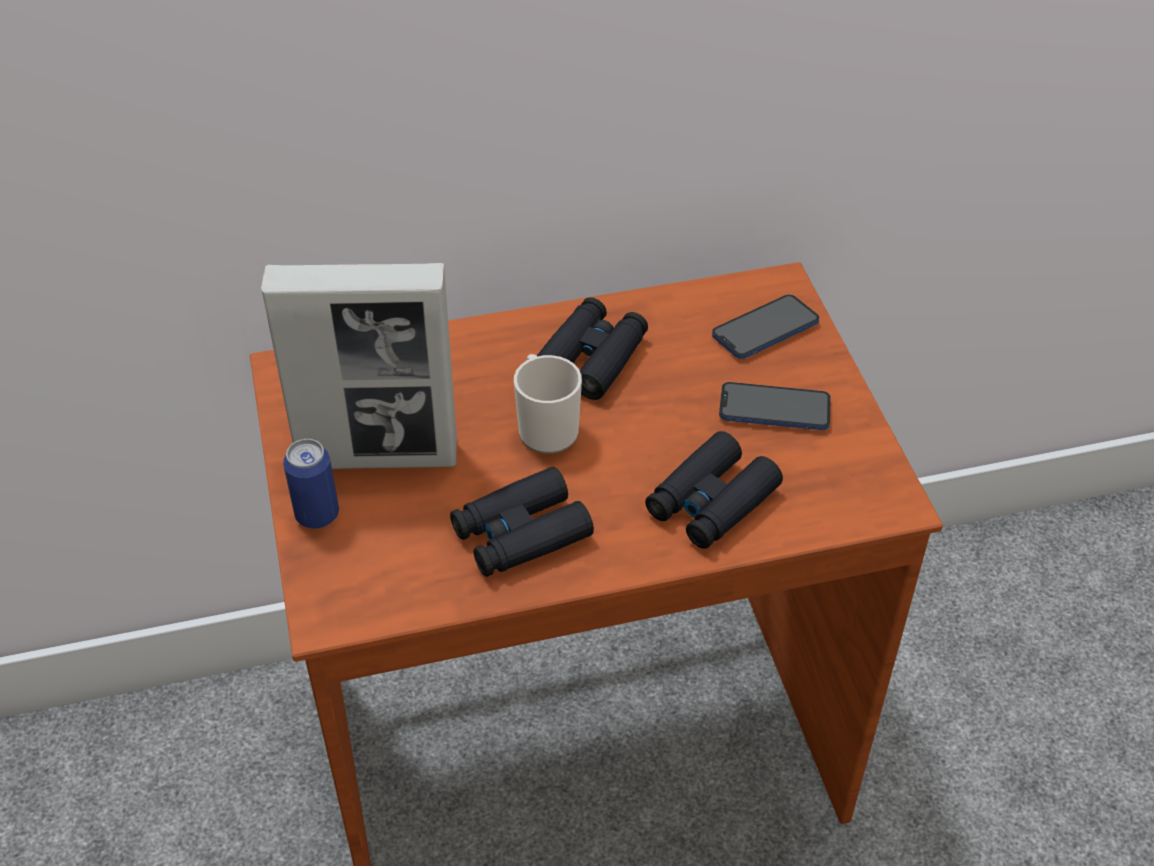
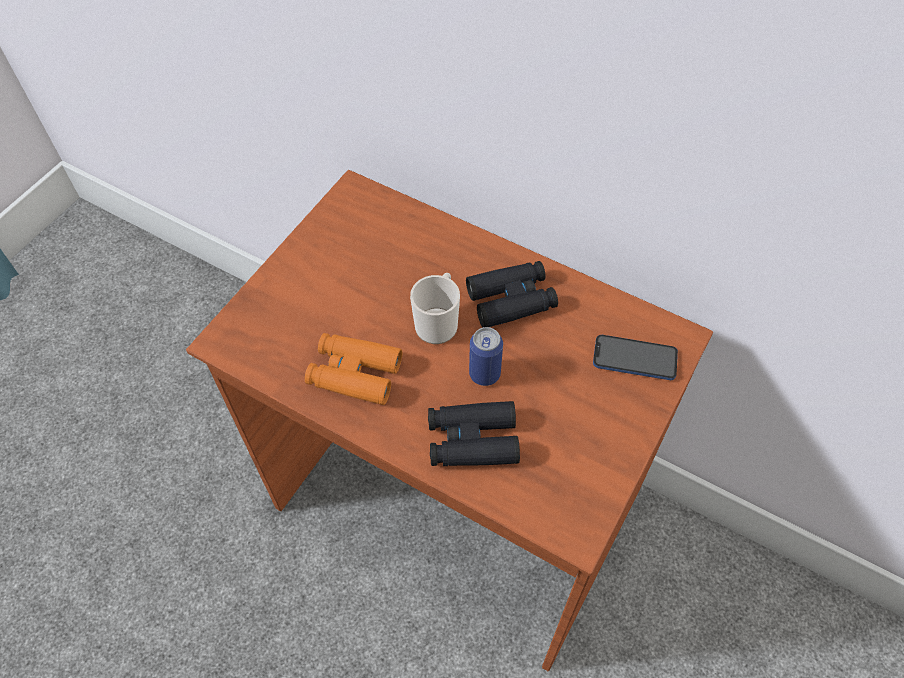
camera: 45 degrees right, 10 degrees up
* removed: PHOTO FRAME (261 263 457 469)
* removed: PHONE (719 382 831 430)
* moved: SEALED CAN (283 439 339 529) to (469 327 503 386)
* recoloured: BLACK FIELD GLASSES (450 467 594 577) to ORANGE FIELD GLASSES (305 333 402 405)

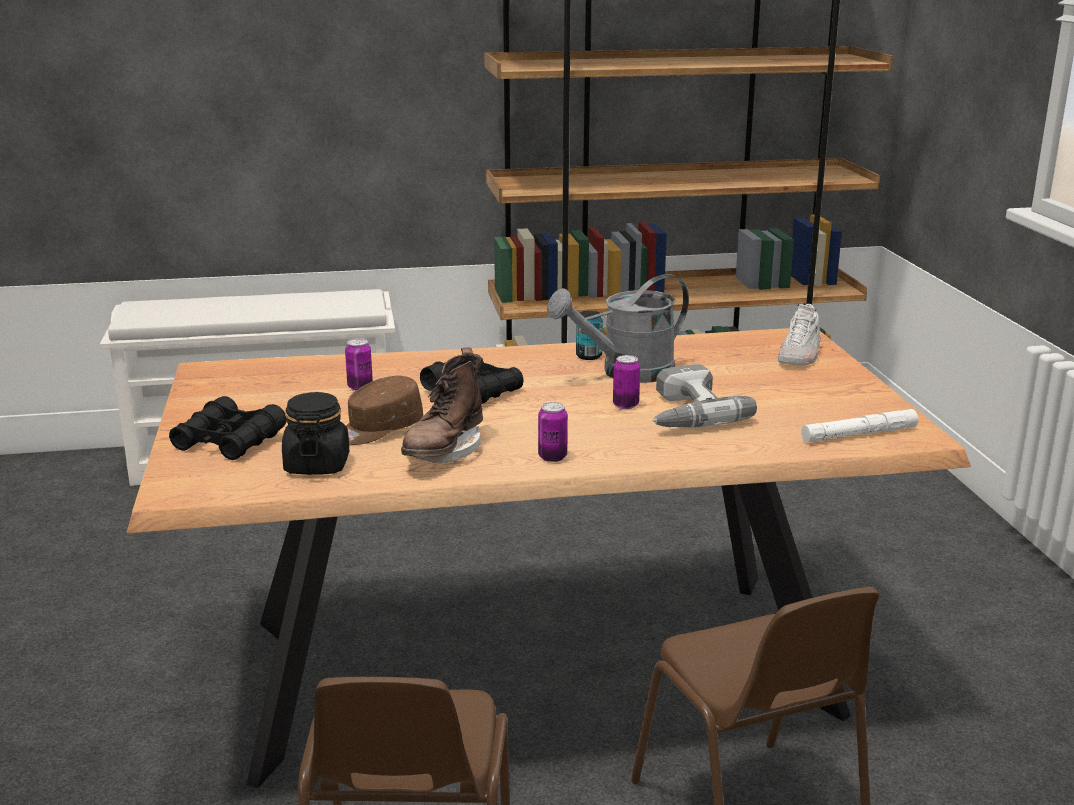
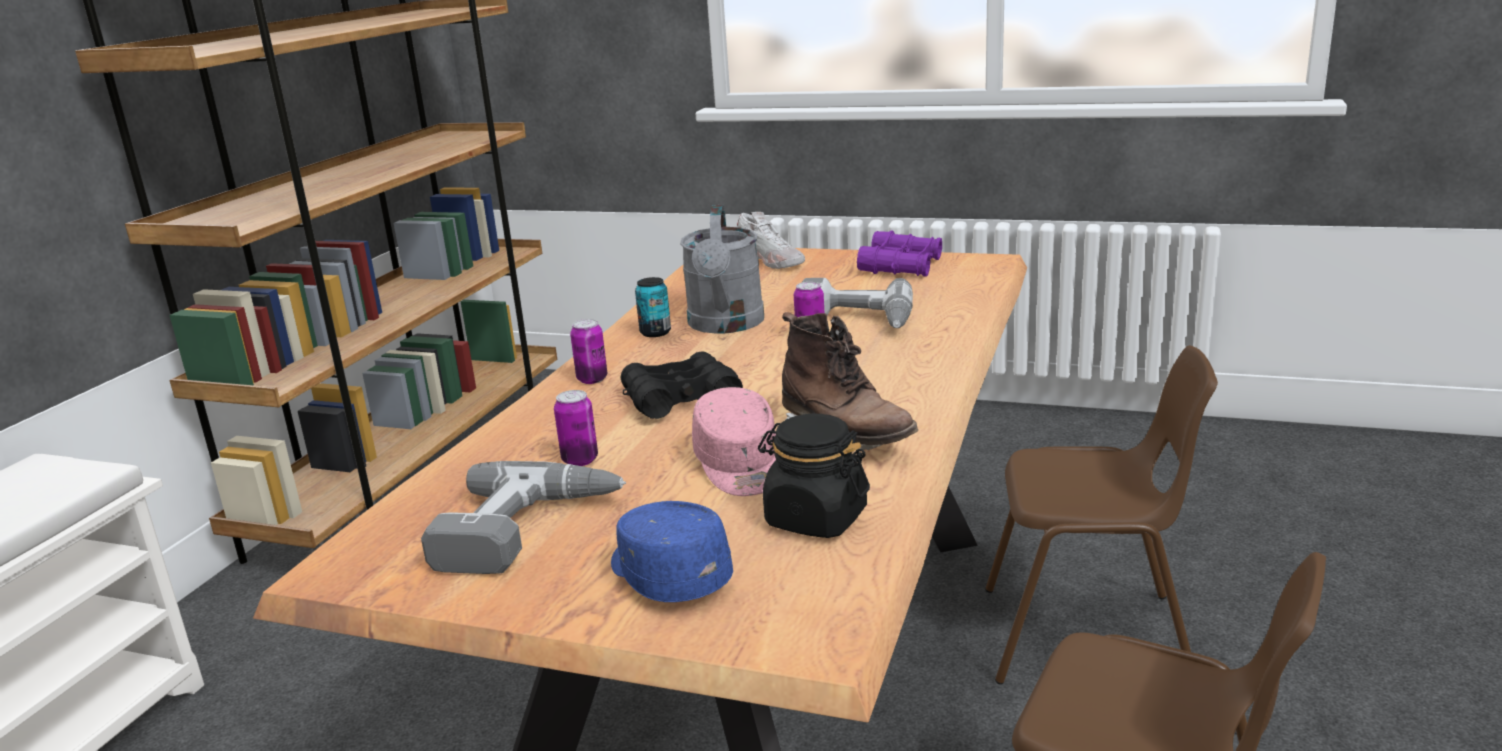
camera: 60 degrees left, 0 degrees up
* recoloured: BROWNISH BASEBALL CAP (346 376 423 445) to PINK BASEBALL CAP (692 387 776 496)
* replaced: BLACK FIELD GLASSES (169 396 287 460) to BLUE-COLOURED BASEBALL CAP (611 501 733 602)
* moved: SEALED CAN (538 402 568 462) to (570 319 607 384)
* removed: WHITE-COLOURED HAND TORCH (801 409 918 443)
* added: PURPLE FIELD GLASSES (857 230 942 277)
* added: POWER DRILL (421 461 626 574)

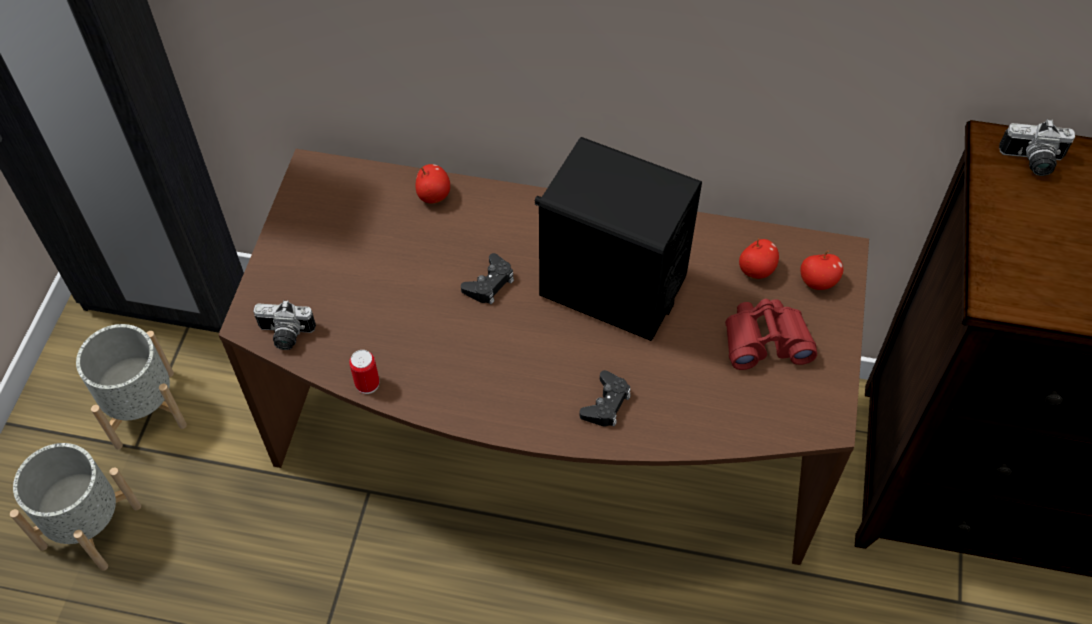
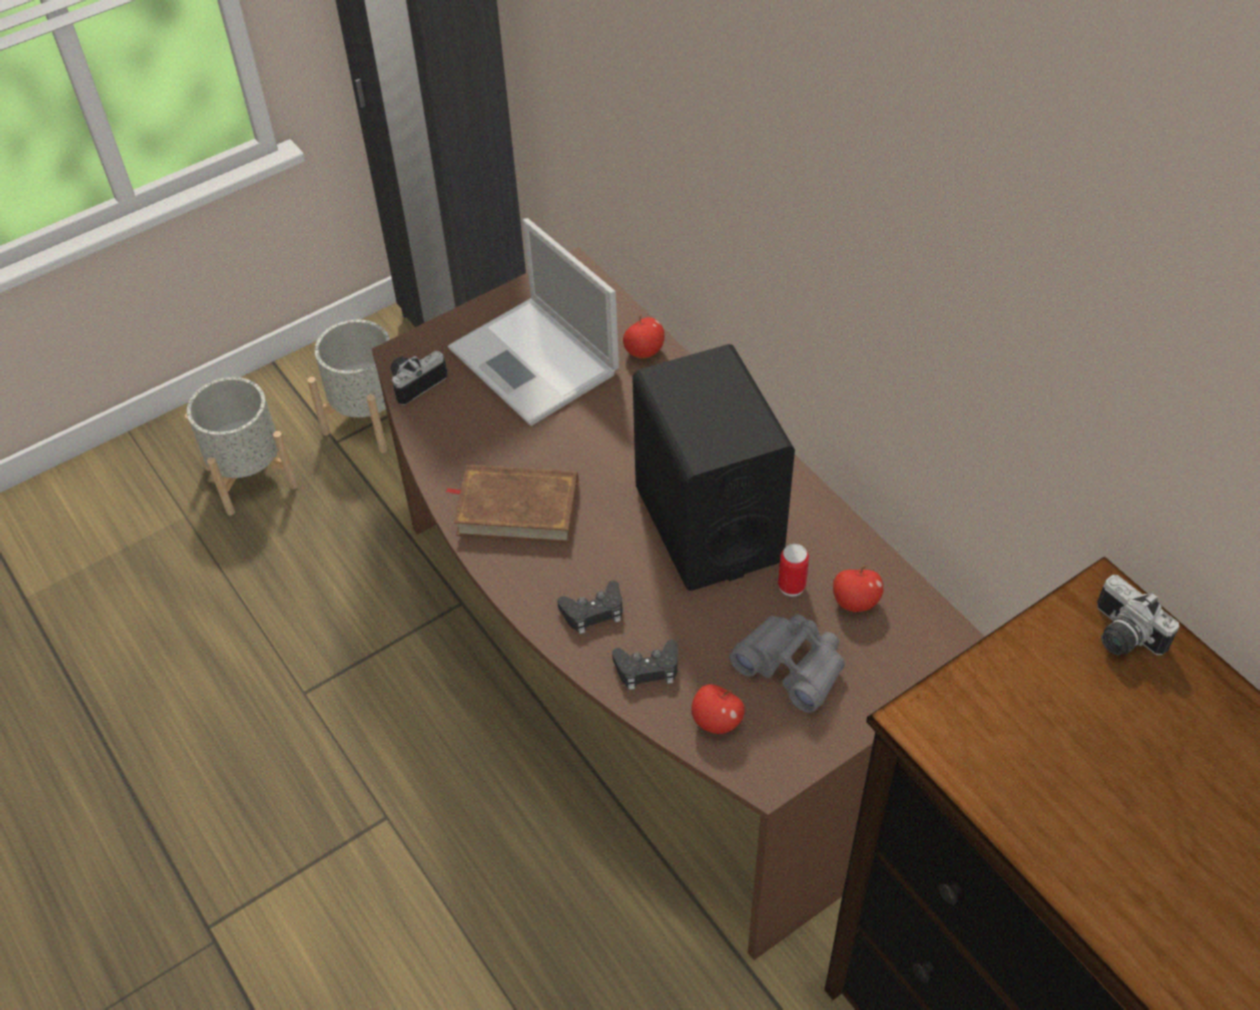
camera: 45 degrees right, 5 degrees down
* moved: APPLE FRUIT (800 251 843 290) to (691 684 745 734)
* moved: BLACK GAME CONTROLLER (461 253 514 304) to (612 640 678 690)
* recoloured: REDDISH FIELD GLASSES (725 299 817 370) to GRAY FIELD GLASSES (729 614 845 713)
* turned: STILL CAMERA (253 300 316 350) = (391 351 448 405) 90 degrees clockwise
* moved: SEALED CAN (349 350 379 394) to (778 544 809 597)
* added: PORTABLE COMPUTER (448 218 619 426)
* added: BROWNISH VOLUME (445 465 579 543)

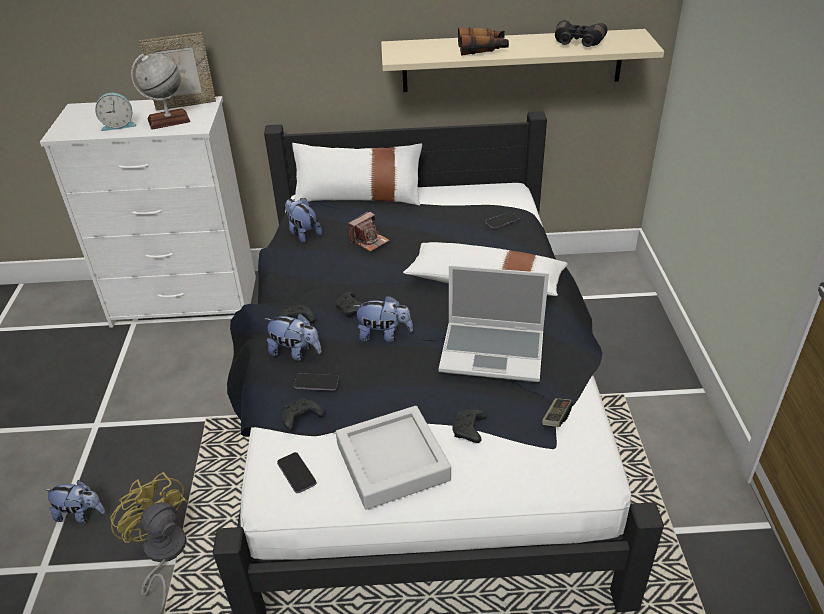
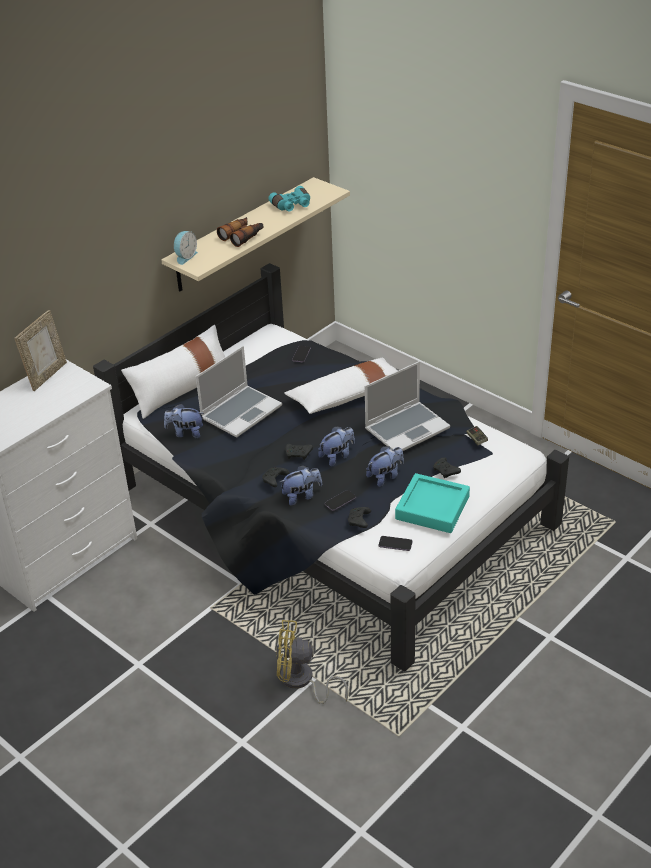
camera: 45 degrees left, 0 degrees up
* recoloured: BLACK FIELD GLASSES (555 20 607 47) to BLUE-GREEN FIELD GLASSES (268 186 310 211)
* removed: WORLD GLOBE (131 53 191 130)
* moved: BEDSIDE CLOCK (95 93 137 131) to (174 231 198 265)
* replaced: STILL CAMERA (348 211 390 252) to PORTABLE COMPUTER (196 346 282 438)
* recoloured: GRAY SERVING TRAY (336 406 451 510) to BLUE-GREEN SERVING TRAY (395 473 470 533)
* moved: PLUSH TOY (44 480 105 523) to (366 446 404 487)

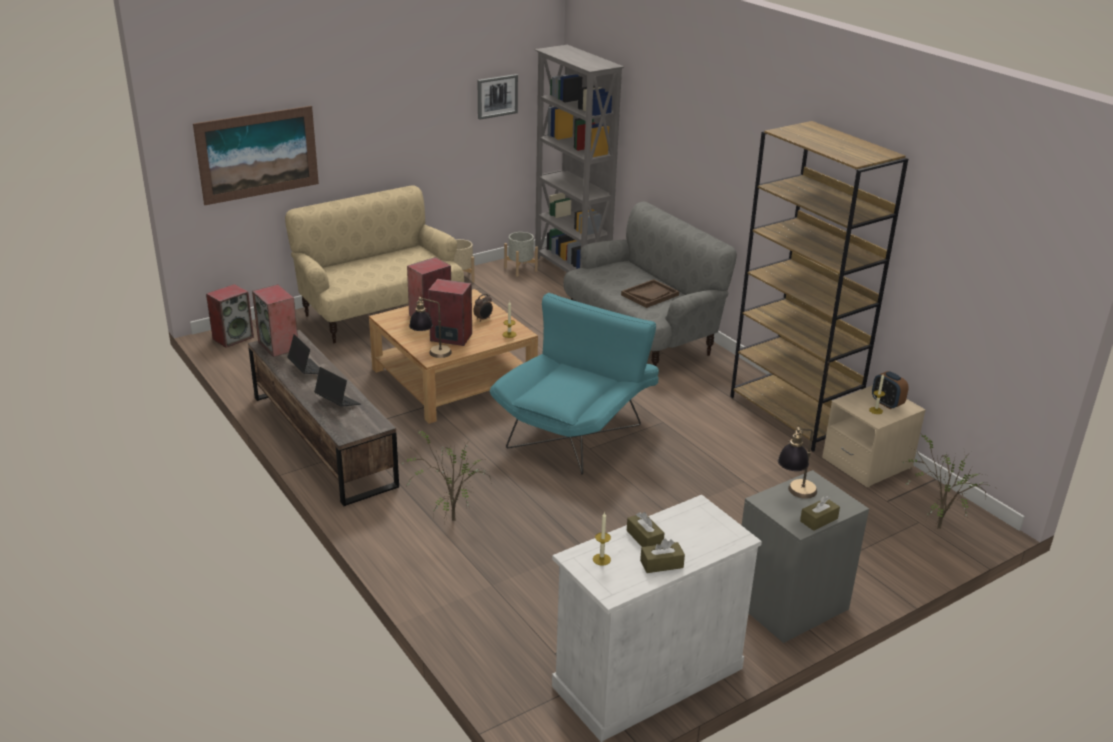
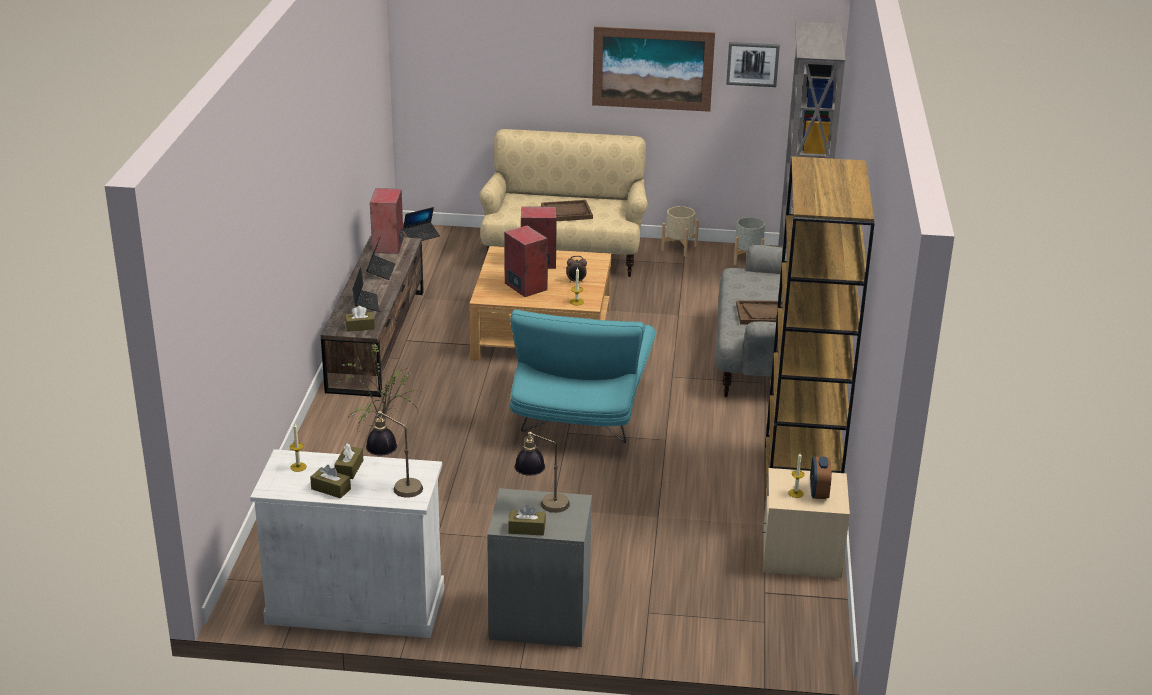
camera: 40 degrees right, 0 degrees up
* moved: WALL ART (193 106 319 205) to (592 26 715 112)
* replaced: SPEAKER (206 284 254 348) to PORTABLE COMPUTER (403 207 440 241)
* turned: BLUE-GREEN EASY CHAIR (490 293 659 475) = (510 309 656 443) 120 degrees clockwise
* moved: TABLE LAMP (409 297 452 358) to (366 411 423 498)
* removed: POTTED PLANT (903 433 993 529)
* added: BROWNISH SERVING TRAY (541 200 593 221)
* added: BROWNISH BOX OF TISSUES (345 306 375 332)

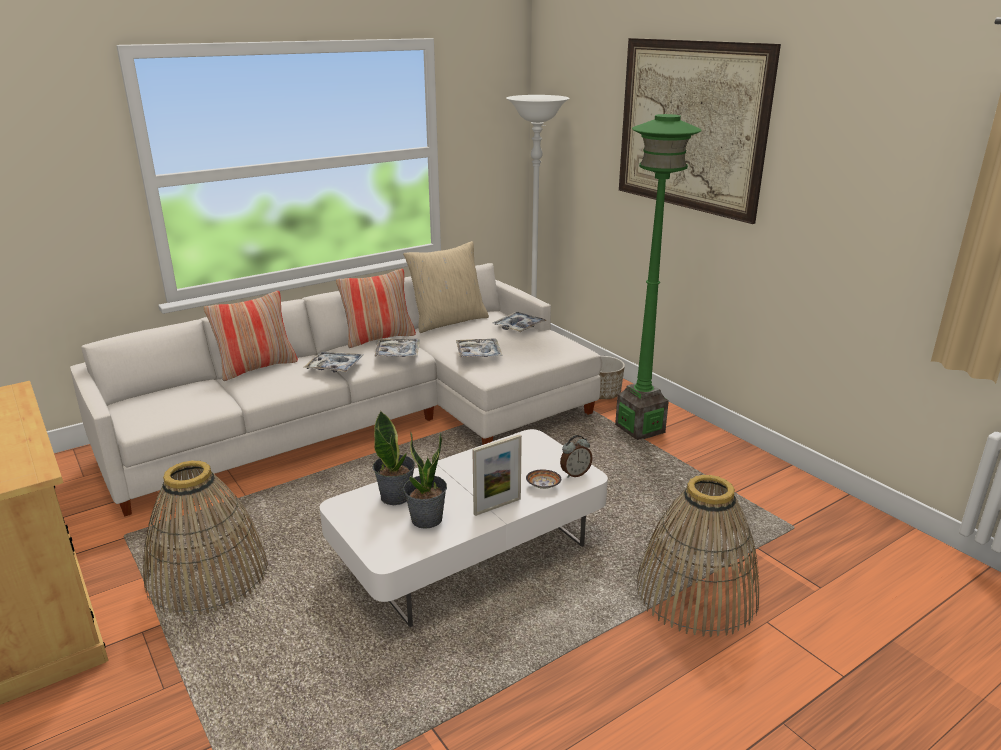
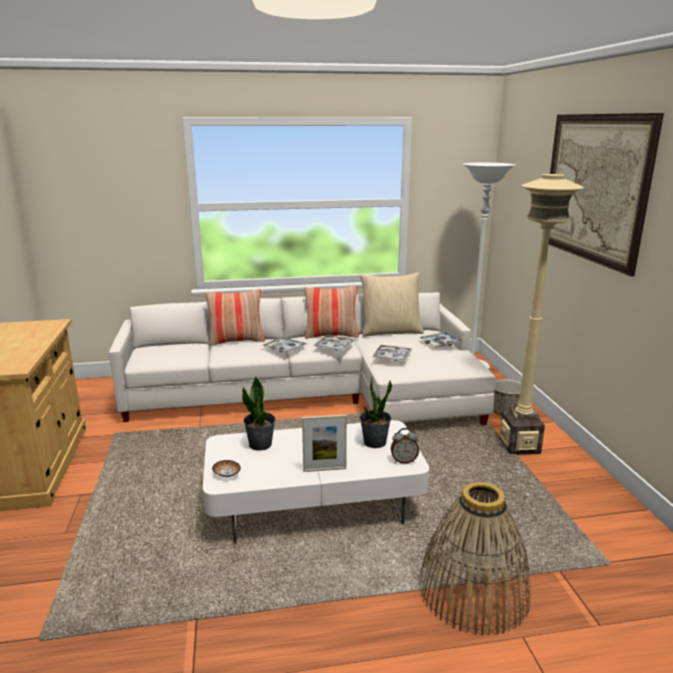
camera: 25 degrees right, 5 degrees down
* recoloured: GREEN STANDARD LAMP (615 114 702 440) to SAND-COLOURED STANDARD LAMP (500 174 584 455)
* moved: POTTED PLANT (403 432 447 529) to (360 376 392 448)
* removed: STORAGE BASKET (143 460 268 616)
* moved: SERVING BOWL (526 470 561 489) to (212 460 241 477)

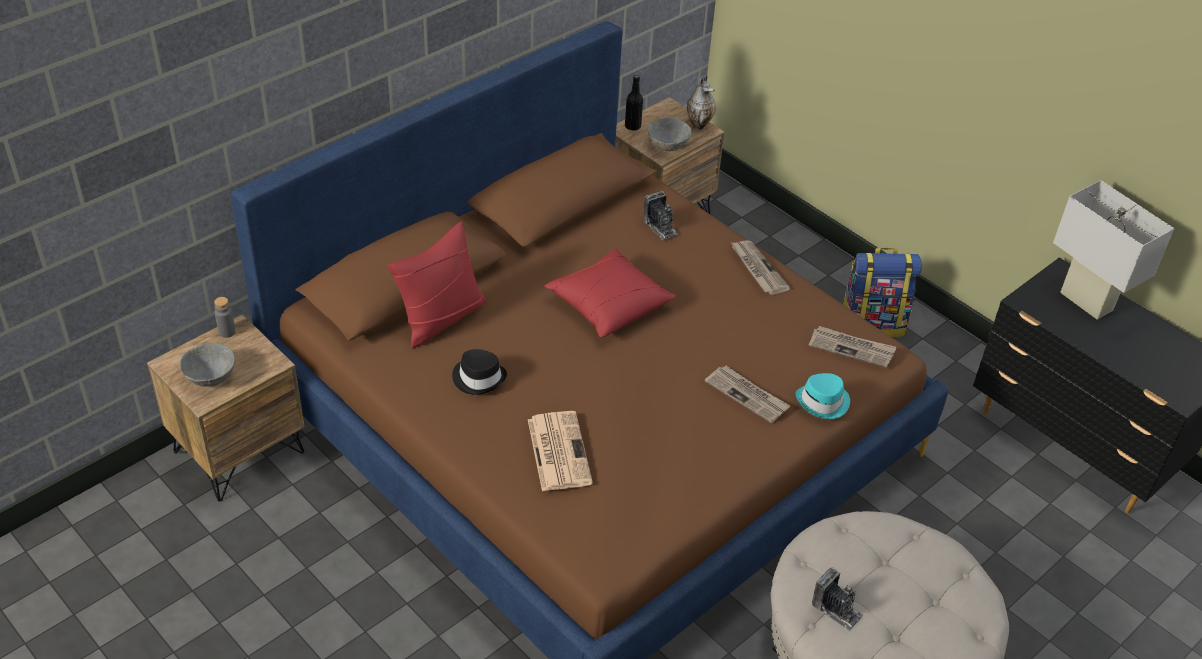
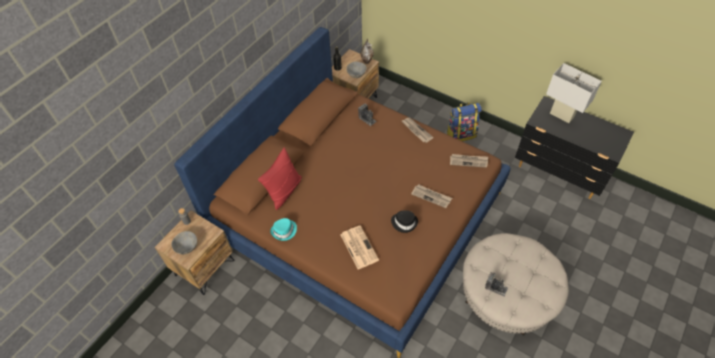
camera: 10 degrees left, 10 degrees up
* removed: REDDISH CUSHION (544 249 676 338)
* moved: BLACK HAT (452 349 507 395) to (391 210 418 233)
* moved: BLUE-GREEN HAT (796 373 850 419) to (270 218 297 241)

